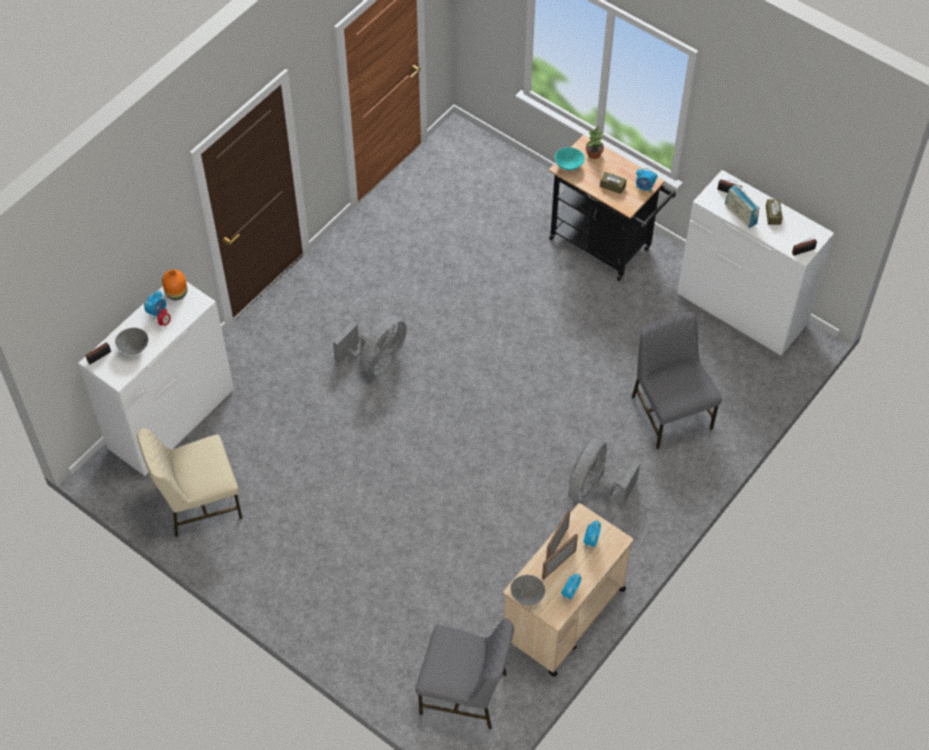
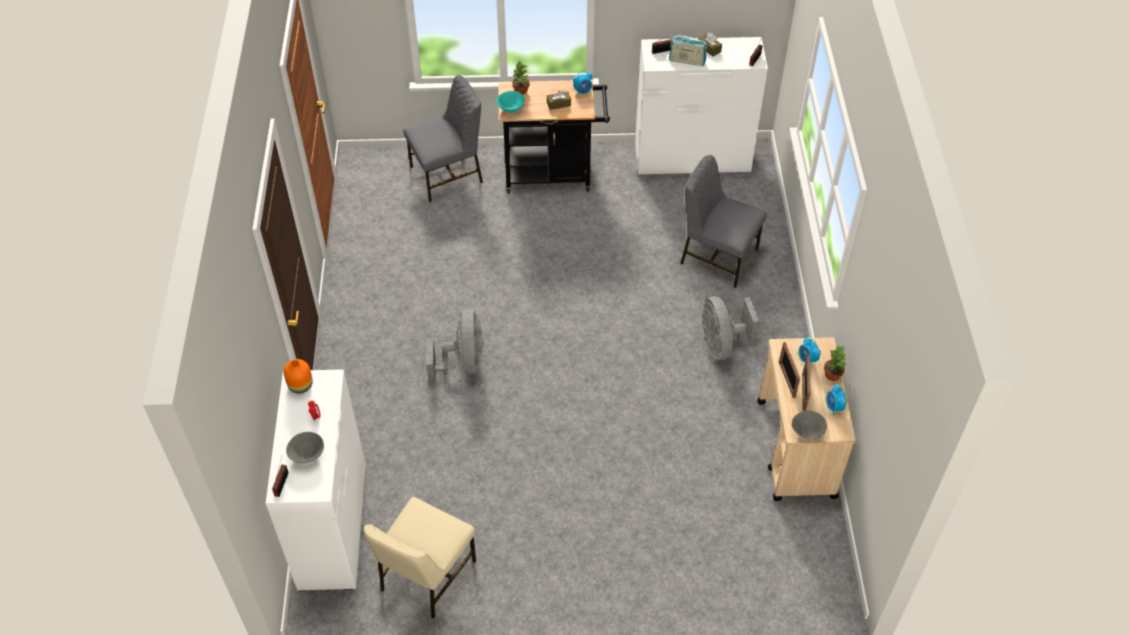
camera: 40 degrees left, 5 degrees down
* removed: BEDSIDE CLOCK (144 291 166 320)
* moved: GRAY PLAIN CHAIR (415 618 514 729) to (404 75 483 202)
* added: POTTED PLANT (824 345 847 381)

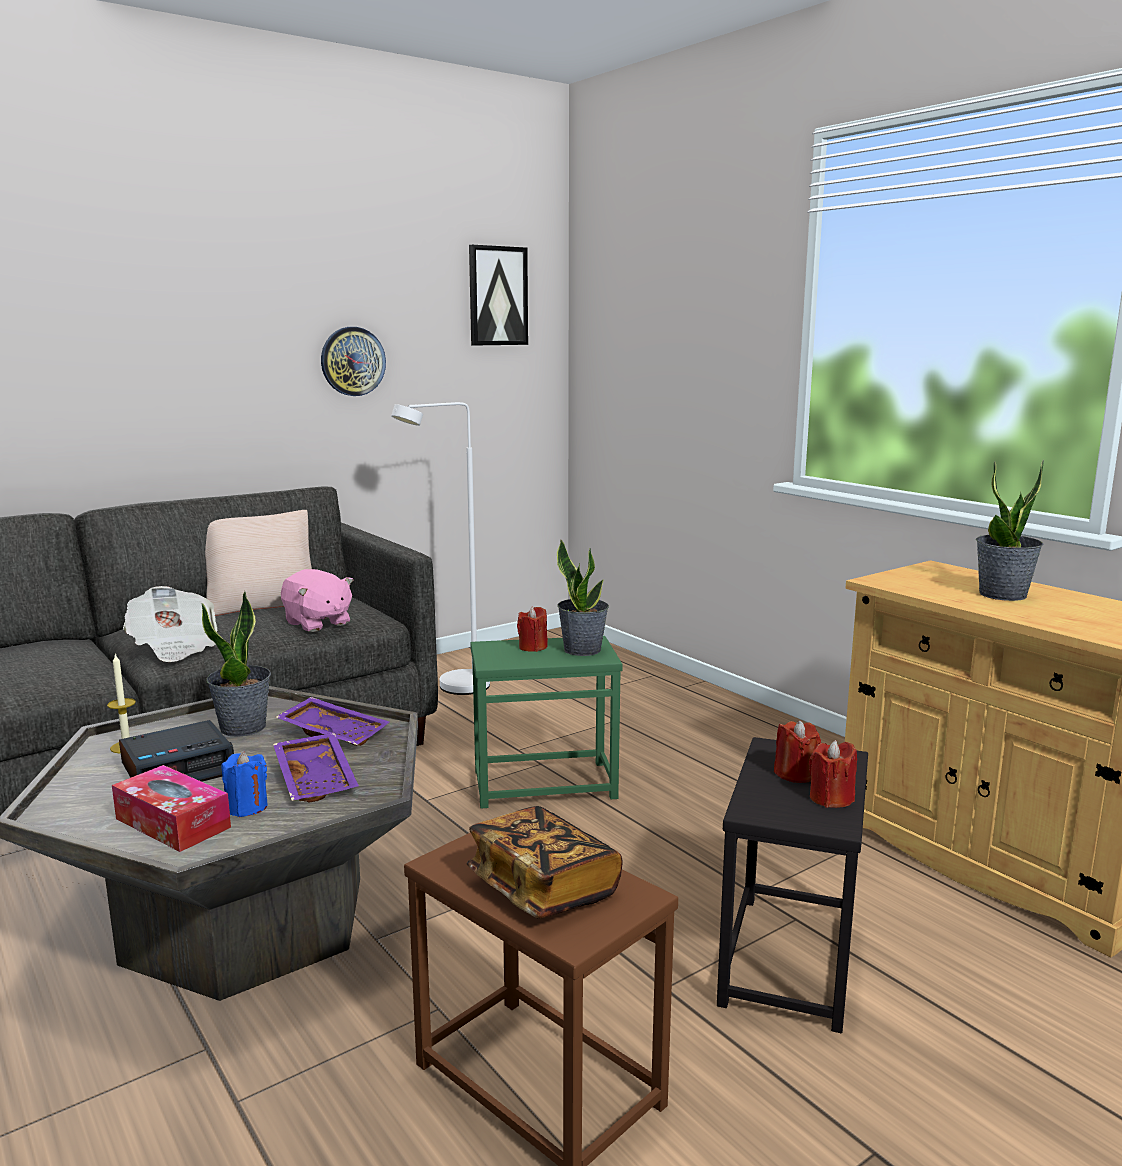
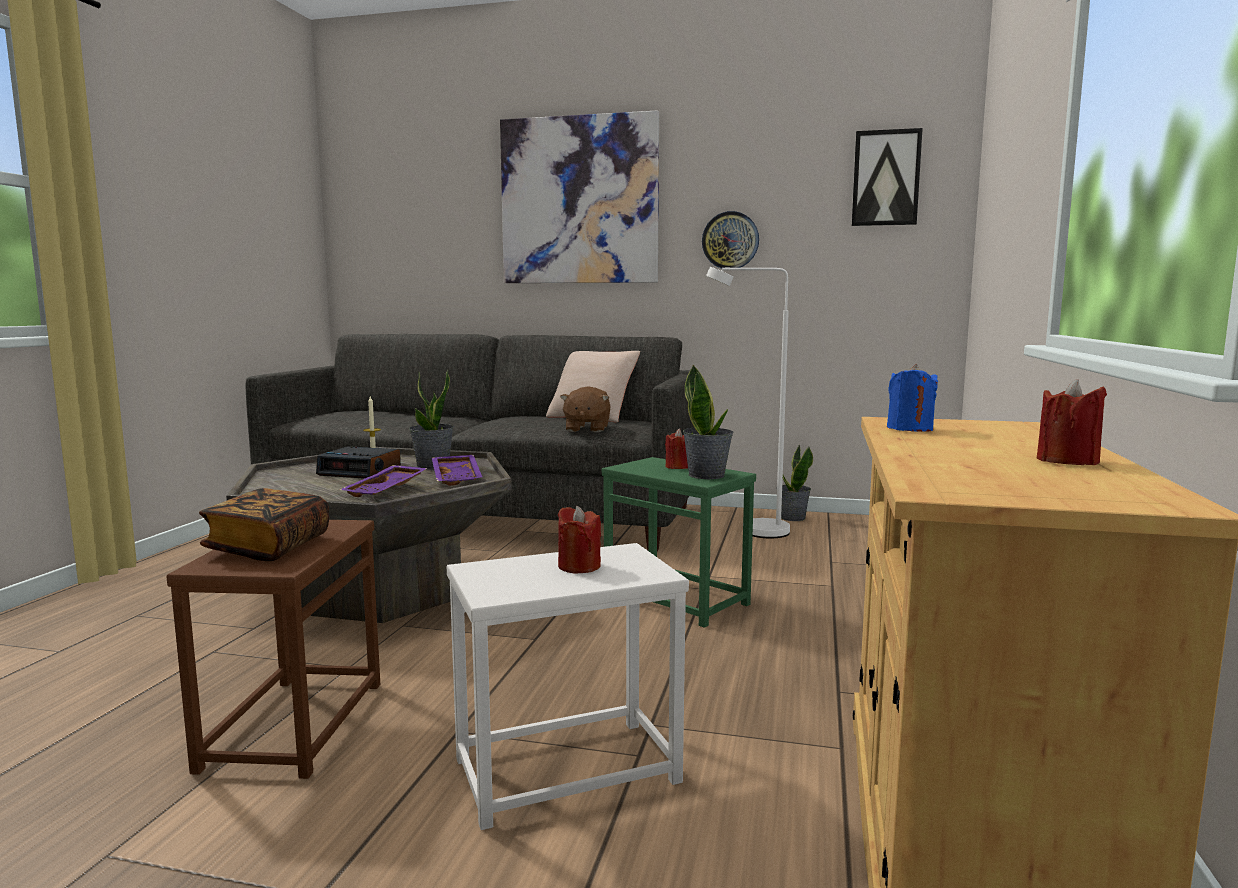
camera: 50 degrees right, 5 degrees down
* moved: POTTED PLANT (976 460 1044 601) to (776 445 813 521)
* recoloured: PINK PLUSH TOY (281 569 353 632) to BROWNISH PLUSH TOY (560 386 610 432)
* removed: DAILY PAPER (123 586 217 662)
* recoloured: BLACK ACCENT TABLE (717 737 868 1034) to WHITE-COLOURED ACCENT TABLE (447 543 689 830)
* moved: REDDISH WAX CANDLE (809 740 857 808) to (1037 379 1107 465)
* moved: BLUE-COLOURED WAX CANDLE (222 751 268 817) to (887 364 938 432)
* removed: BOX OF TISSUES (112 765 231 852)
* added: WALL ART (500 110 659 283)

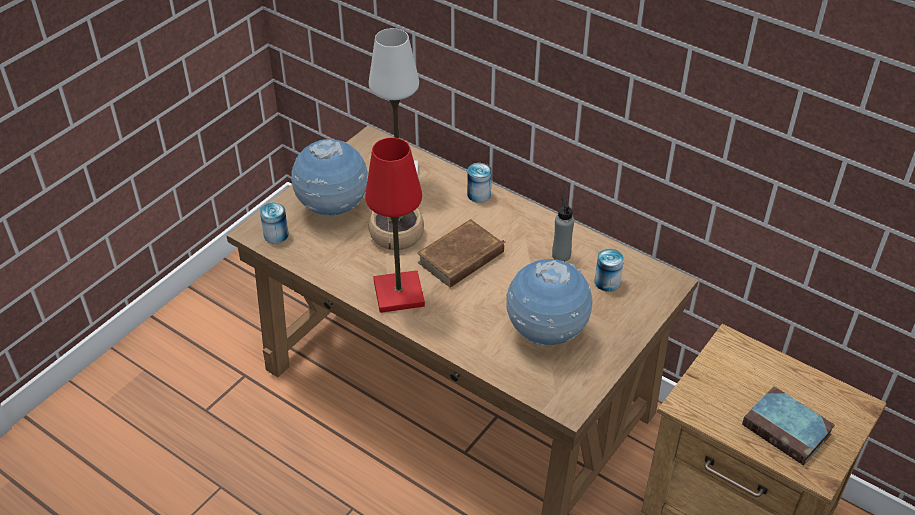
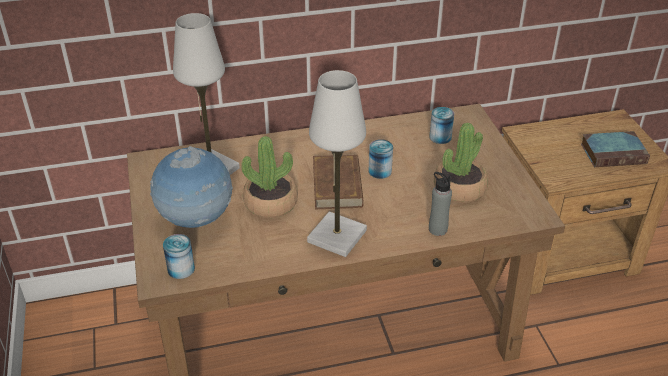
camera: 50 degrees left, 5 degrees down
* recoloured: REDDISH TABLE LAMP (365 138 425 313) to WHITE-COLOURED TABLE LAMP (307 70 367 257)
* moved: SEALED CAN (467 163 492 203) to (368 139 393 179)
* moved: GRAY BEVERAGE BOTTLE (552 198 574 262) to (429 172 452 236)
* replaced: WORLD GLOBE (506 259 592 346) to POTTED PLANT (434 123 488 203)

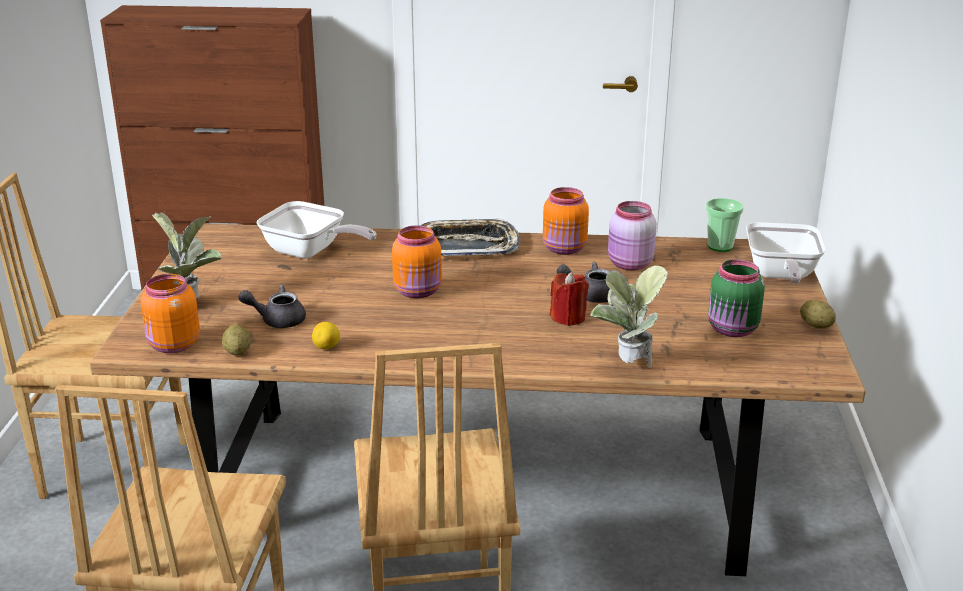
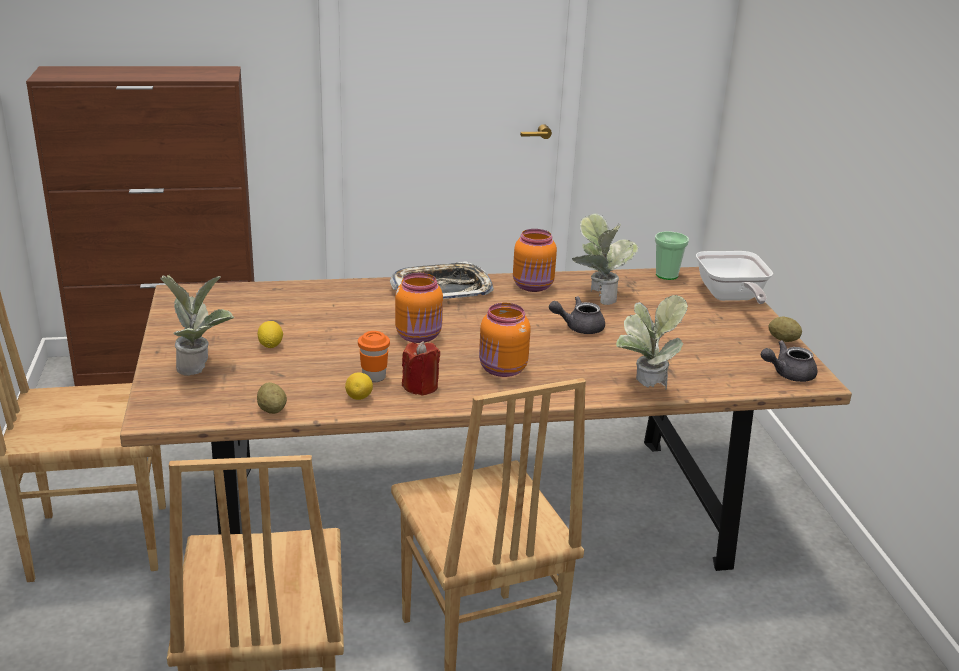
camera: 15 degrees left, 0 degrees up
* removed: SKILLET (257 201 377 259)
* replaced: PINK PRESERVE JAR (608 201 657 270) to POTTED PLANT (572 213 639 305)
* removed: GREEN PRESERVE JAR (708 260 765 337)
* moved: REDDISH WAX CANDLE (550 272 589 326) to (402 341 440 396)
* moved: ORANGE PRESERVE JAR (140 274 200 353) to (479 303 531 377)
* moved: GRAY POT FOR TEA (238 285 306 328) to (761 340 817 382)
* added: WHOLE LEMON (258 321 283 348)
* added: ORANGE SMALL CUP (358 331 390 382)

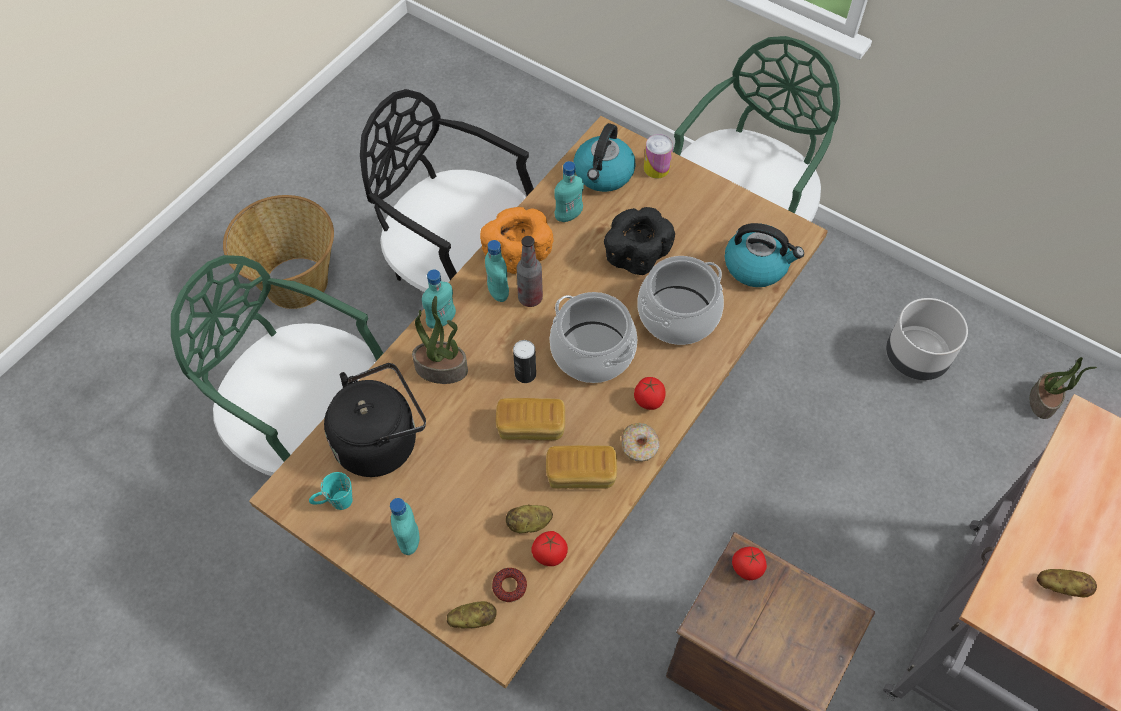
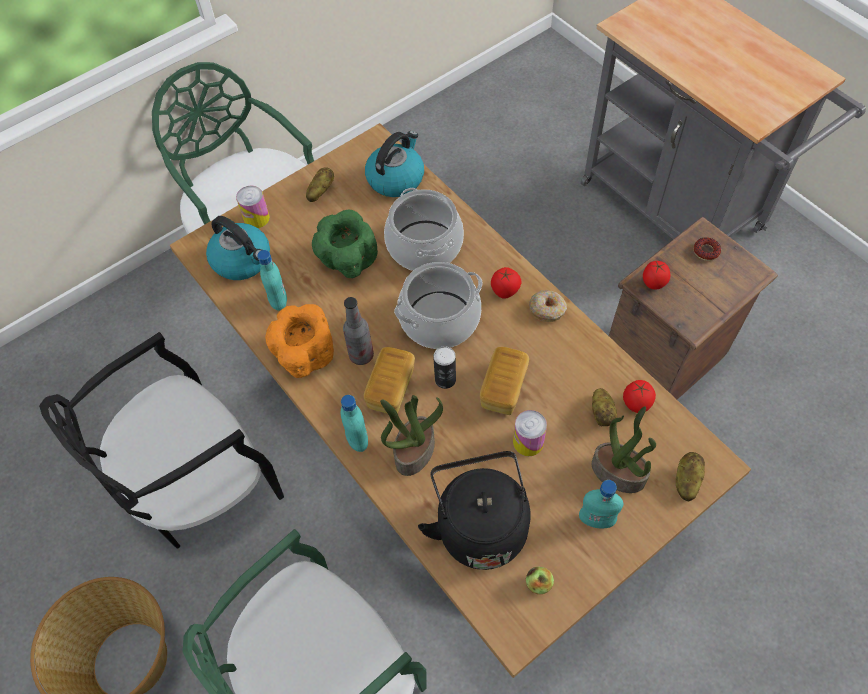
camera: 70 degrees left, 0 degrees up
* recoloured: BLACK SERVING BOWL (604 207 675 275) to GREEN SERVING BOWL (312 209 378 278)
* removed: BLUE-GREEN BEVERAGE BOTTLE (485 240 509 302)
* removed: GRAY PLANT POT (886 298 968 380)
* moved: POTTED PLANT (1030 357 1097 419) to (592 406 656 493)
* moved: BREAD (546 445 617 489) to (364 347 415 414)
* replaced: BLUE-GREEN TEA MUG (309 472 353 510) to APPLE FRUIT (526 567 554 594)
* moved: DOUGHNUT (492 568 527 602) to (694 237 721 261)
* moved: WHOLE POTATO (1037 569 1097 597) to (306 168 334 202)
* added: SEALED CAN (513 410 547 456)

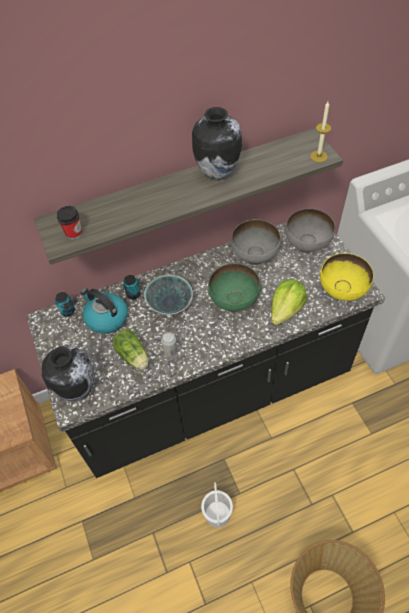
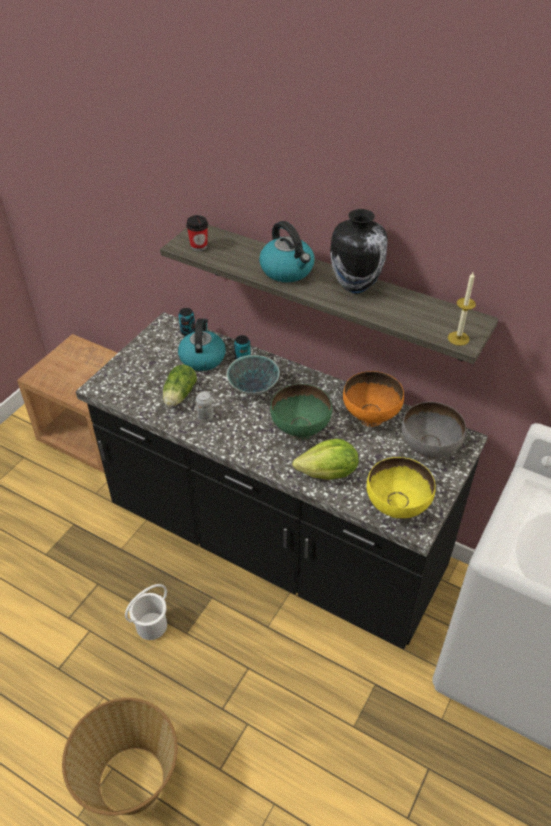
camera: 50 degrees right, 10 degrees down
* recoloured: GRAY SERVING BOWL (231 219 281 265) to ORANGE SERVING BOWL (343 371 404 427)
* removed: VASE (42 345 94 402)
* added: KETTLE (259 221 314 282)

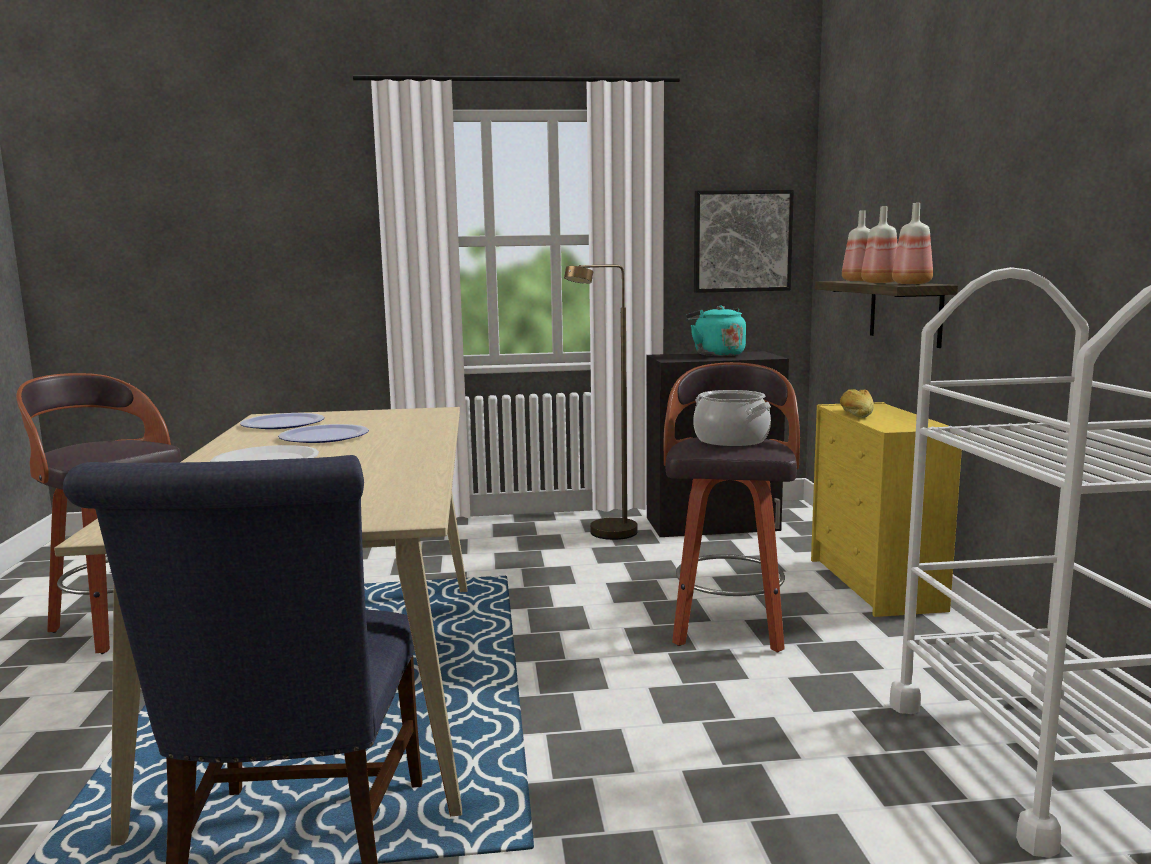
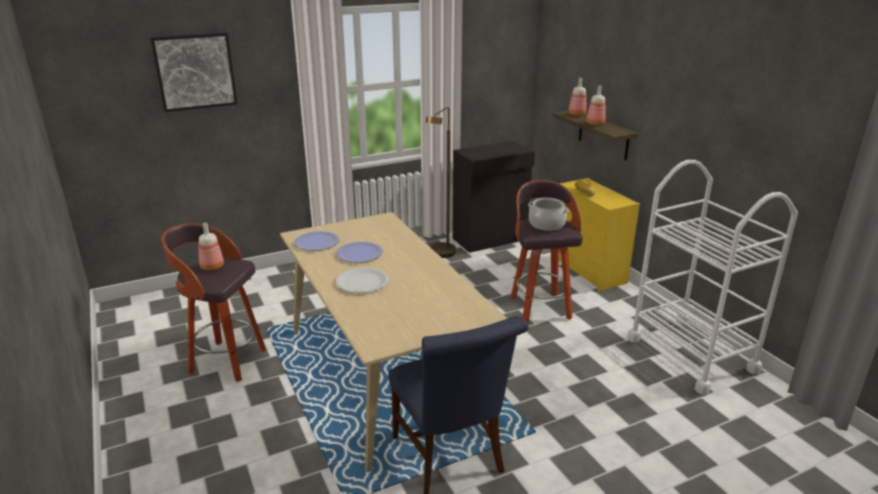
camera: 20 degrees left, 15 degrees up
* moved: WALL ART (694 190 794 293) to (150 32 238 112)
* moved: BEVERAGE BOTTLE (892 203 933 284) to (199 223 224 271)
* removed: BLUE-GREEN KETTLE (686 306 746 356)

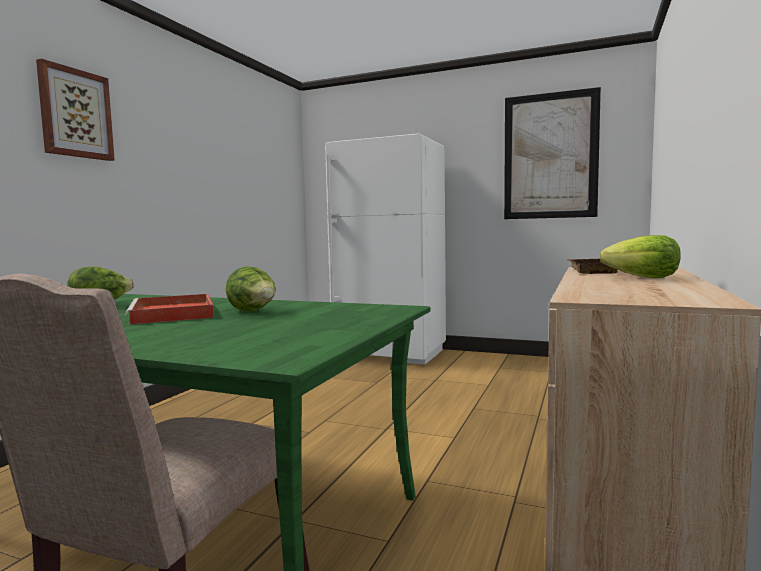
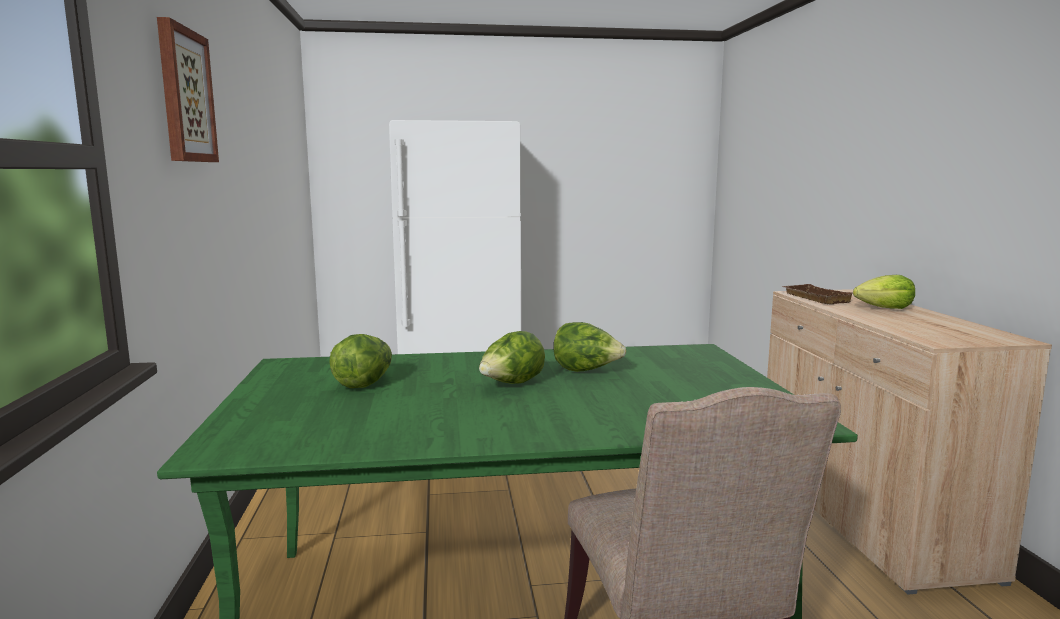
camera: 30 degrees left, 5 degrees up
* removed: WALL ART (504 87 601 219)
* replaced: REDDISH SERVING TRAY (125 294 214 325) to LETTUCE HEAD (479 331 545 384)

